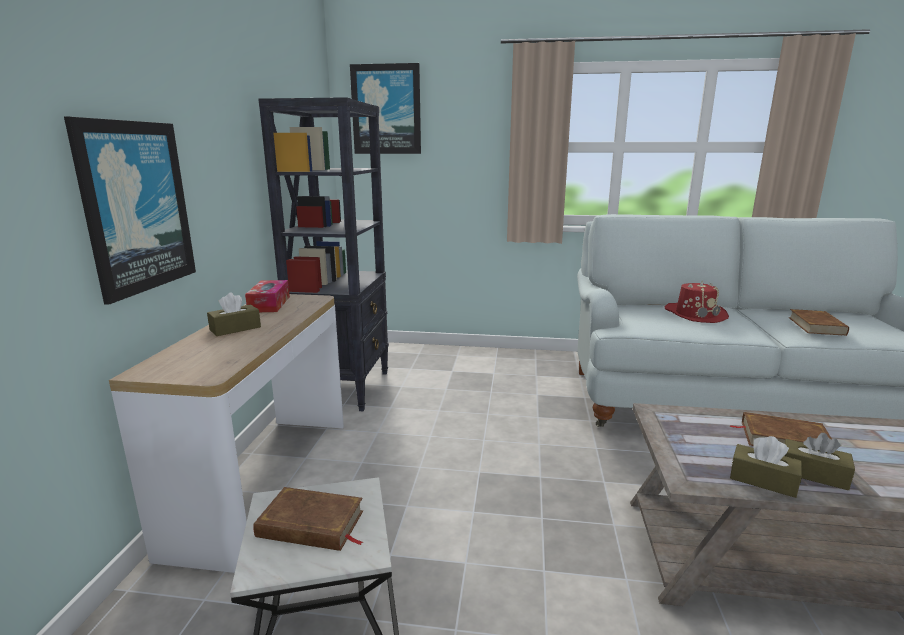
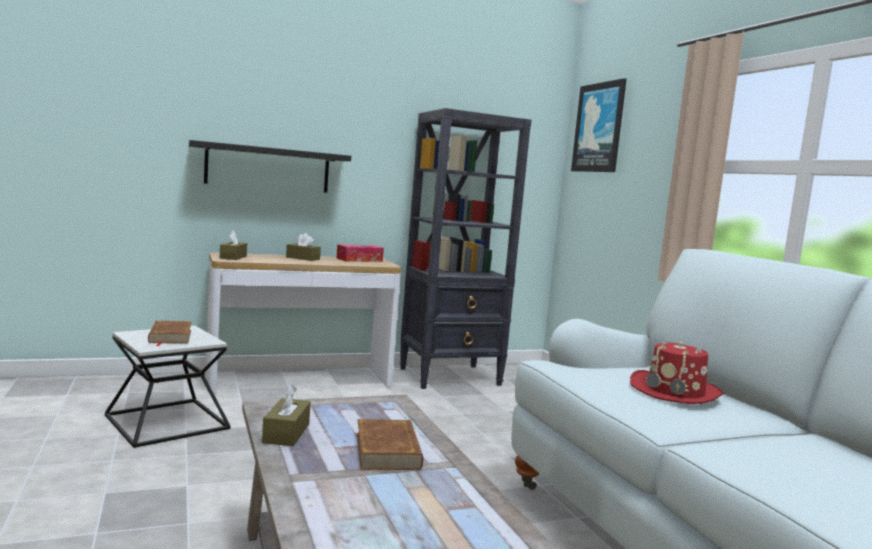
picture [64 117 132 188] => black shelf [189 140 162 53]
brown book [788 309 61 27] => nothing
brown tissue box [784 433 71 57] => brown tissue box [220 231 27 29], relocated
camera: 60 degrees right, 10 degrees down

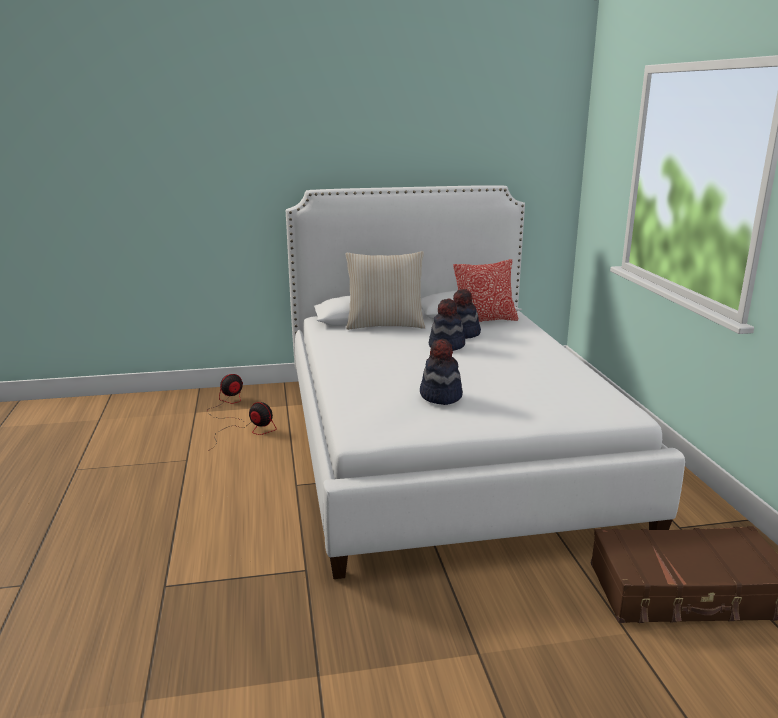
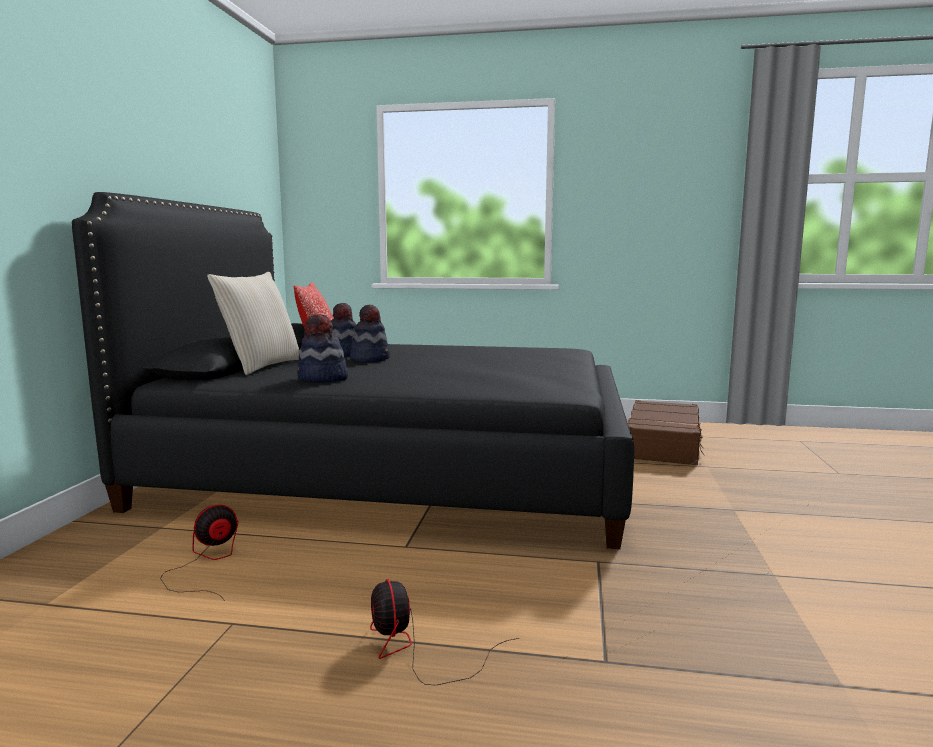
white bed [286 185 399 394] => black bed [72 192 562 357]
hat [420 339 43 66] => hat [297 314 51 68], relocated
fan [207 374 36 47] => fan [370 579 149 107], relocated
camera: 70 degrees left, 10 degrees down

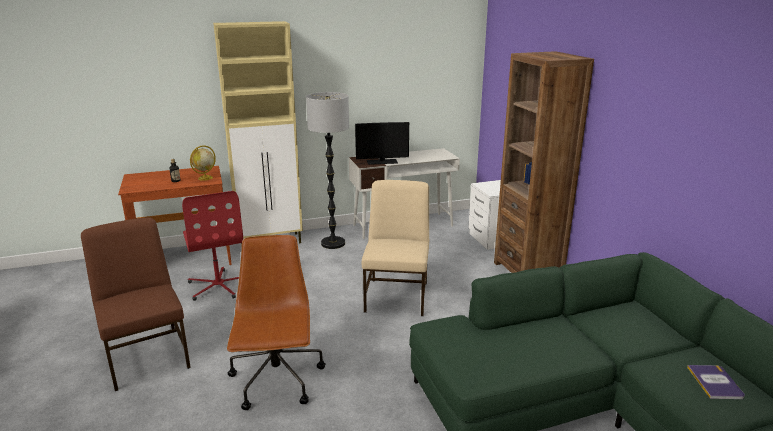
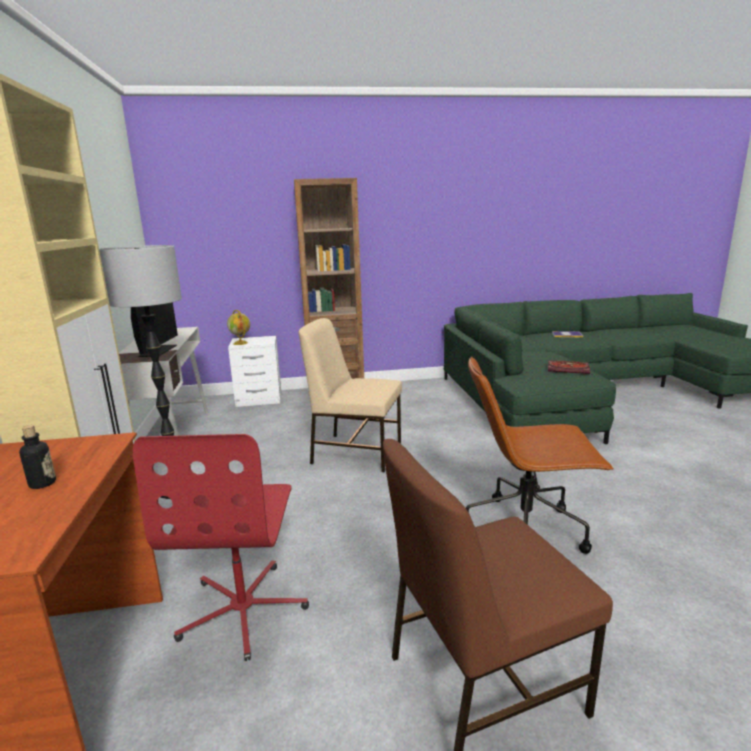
globe [190 145 26 36] => globe [227 310 23 35], relocated
red office chair [182 191 61 110] => red office chair [133 434 176 227], 105 degrees clockwise
nothing => book [548 360 42 14]
camera: 80 degrees left, 5 degrees down

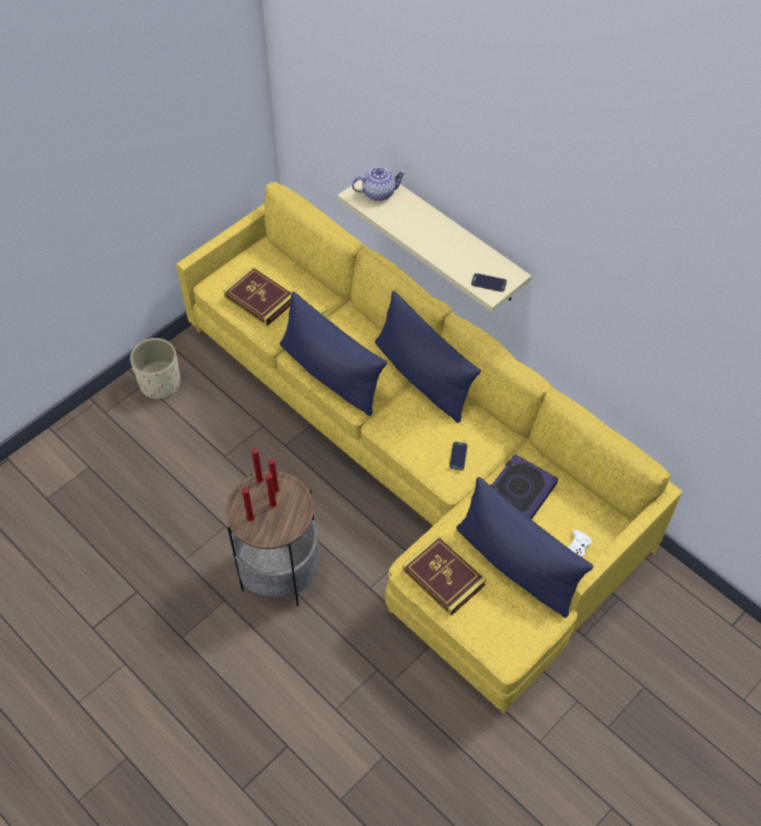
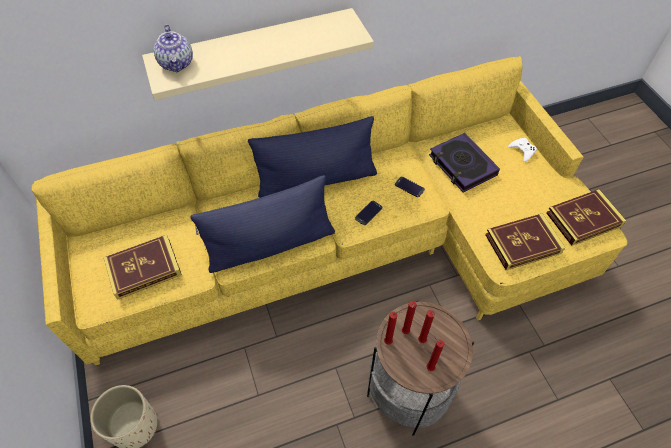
teapot [352 167 54 34] => teapot [154 24 39 48], 150 degrees clockwise
phone [471 273 36 19] => phone [355 201 28 24], relocated
blue pillow [456 477 137 141] => nothing
nothing => book [546 189 80 57]
camera: 65 degrees left, 0 degrees up

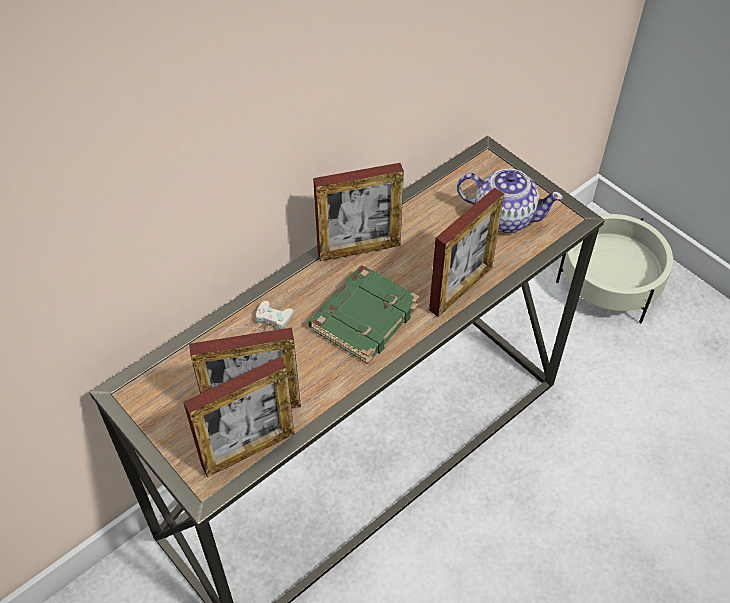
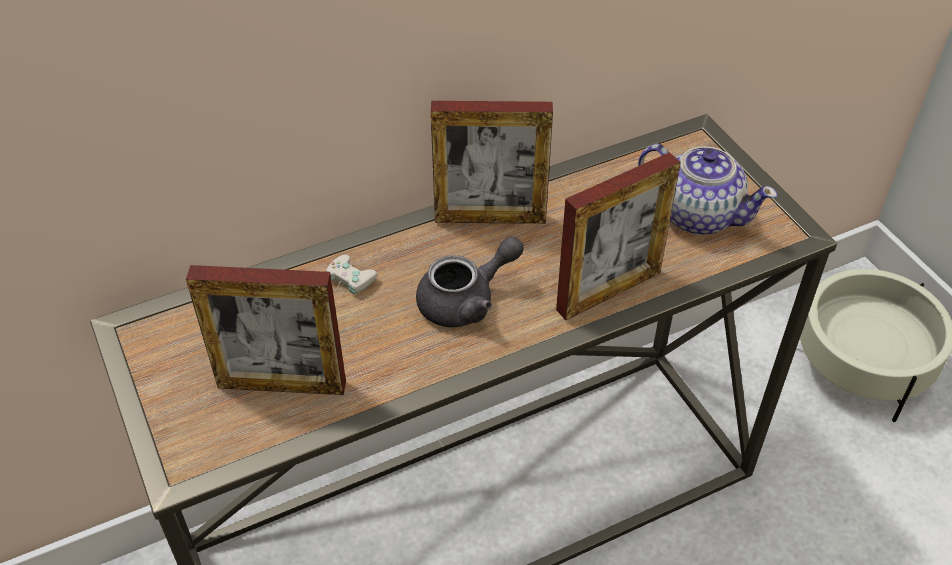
green book [308 266 112 98] => grey teapot [416 236 108 91]
picture frame [183 357 111 120] => nothing
camera: 15 degrees right, 5 degrees down

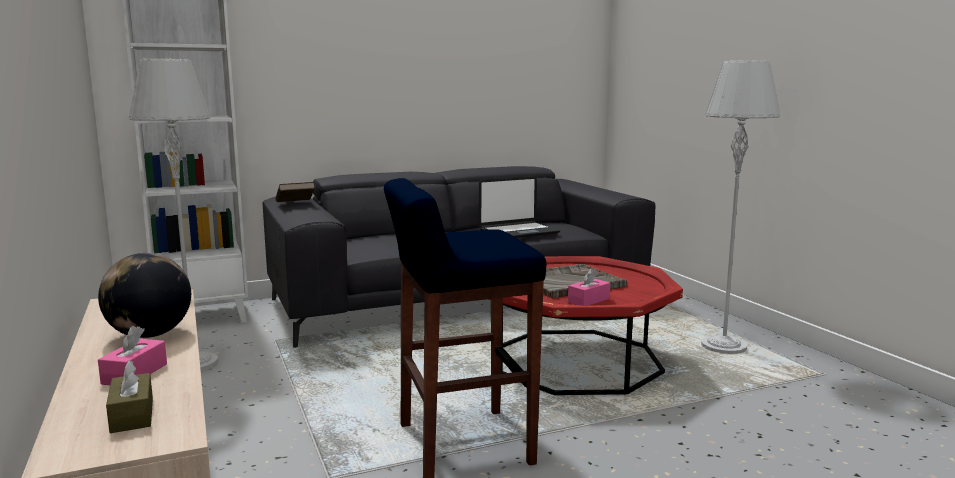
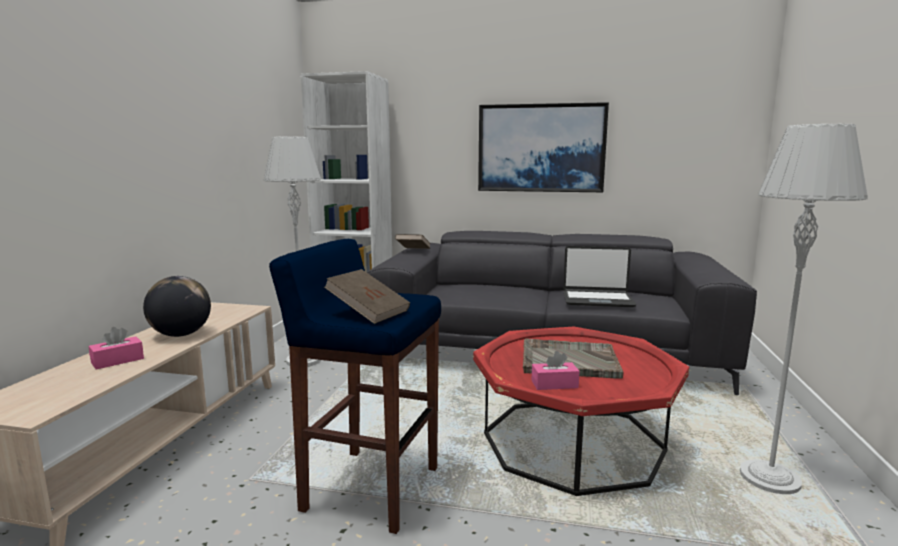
brown tissue box [106 360 47 73] => nothing
nothing => picture [478 102 131 90]
nothing => brown book [324 269 86 55]
camera: 35 degrees right, 0 degrees up

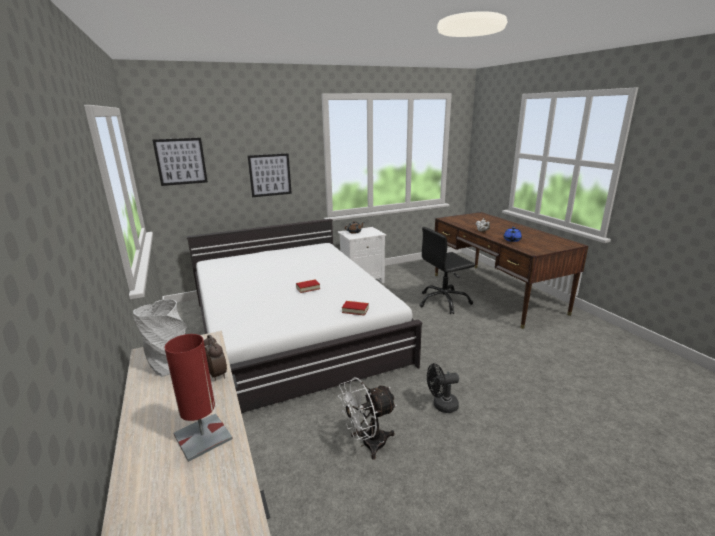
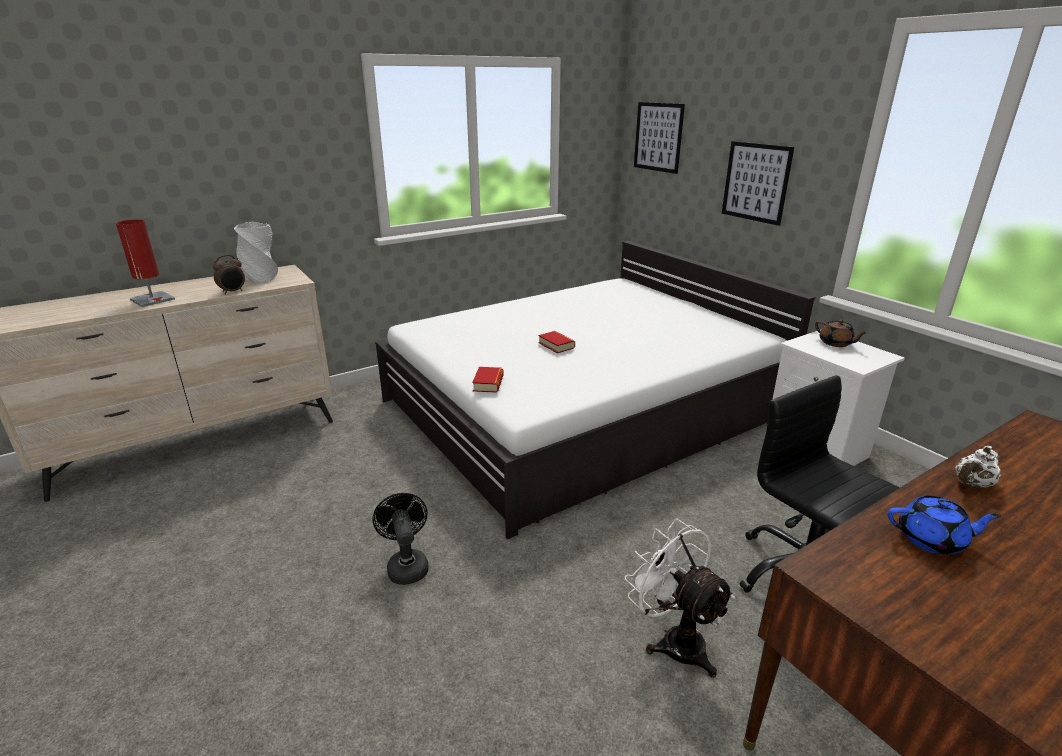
white fan [338 377 59 83] => white fan [625 519 110 159], relocated
camera: 80 degrees right, 5 degrees up

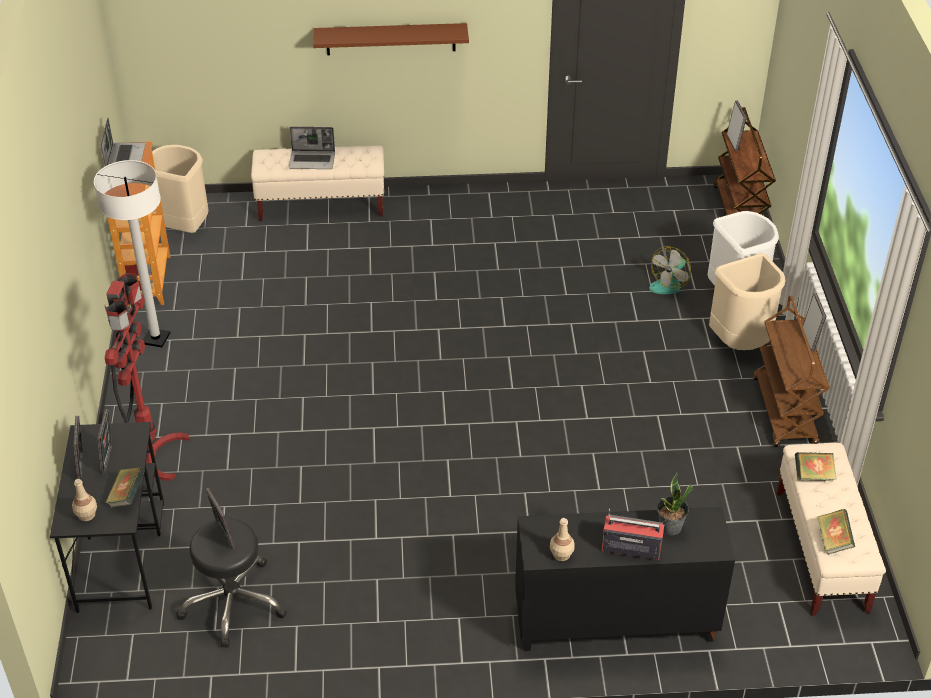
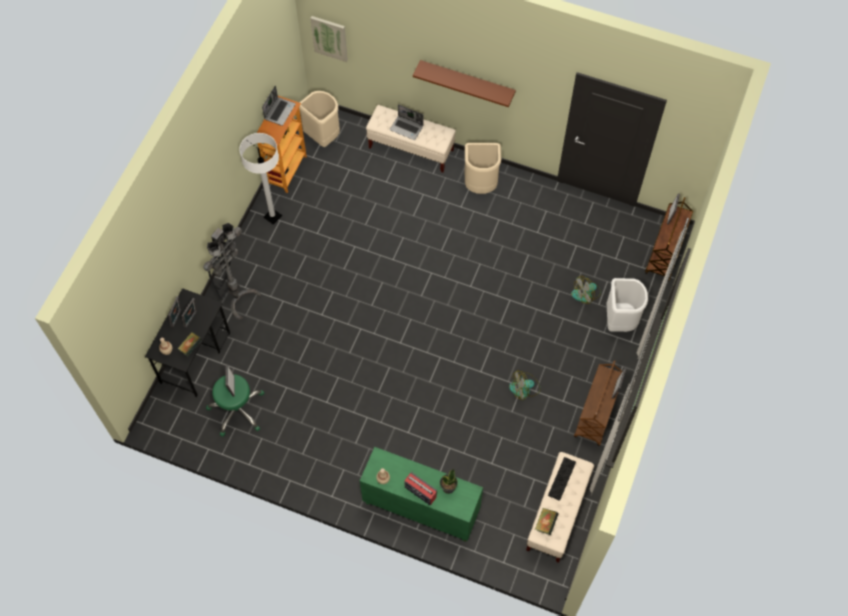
beige trash can [709 253 77 97] => beige trash can [465 143 36 51], relocated
red floor lamp [105 273 85 208] => grey floor lamp [203 223 58 97]
book [795 452 42 29] => keyboard [548 457 28 44]
black cabinet [515 507 220 144] => green cabinet [360 447 123 95]
black stool [176 518 111 130] => green stool [206 374 58 63]
nothing => picture [310 16 38 46]
nothing => fan [509 370 32 30]
camera: 25 degrees right, 20 degrees up

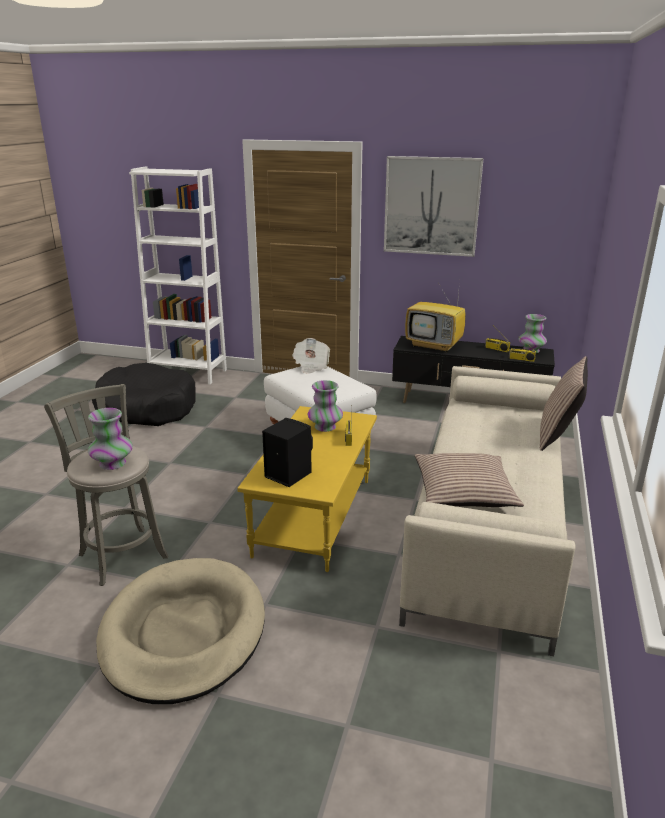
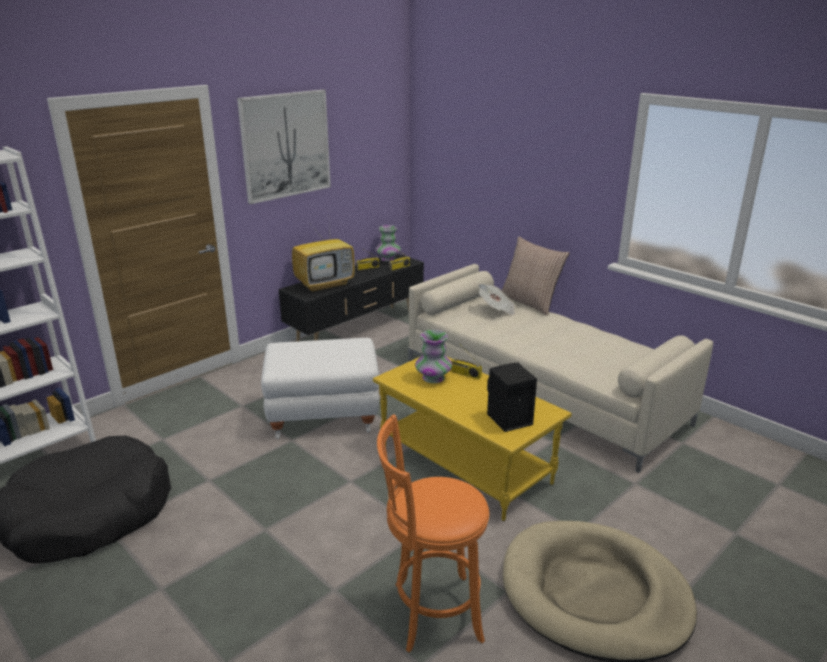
newspaper [292 338 38 36] => newspaper [478 284 37 31], relocated
grey stool [44 384 125 202] => orange stool [377 414 112 239]
vase [88 408 45 62] => nothing
pillow [415 453 109 54] => nothing
camera: 60 degrees left, 0 degrees up

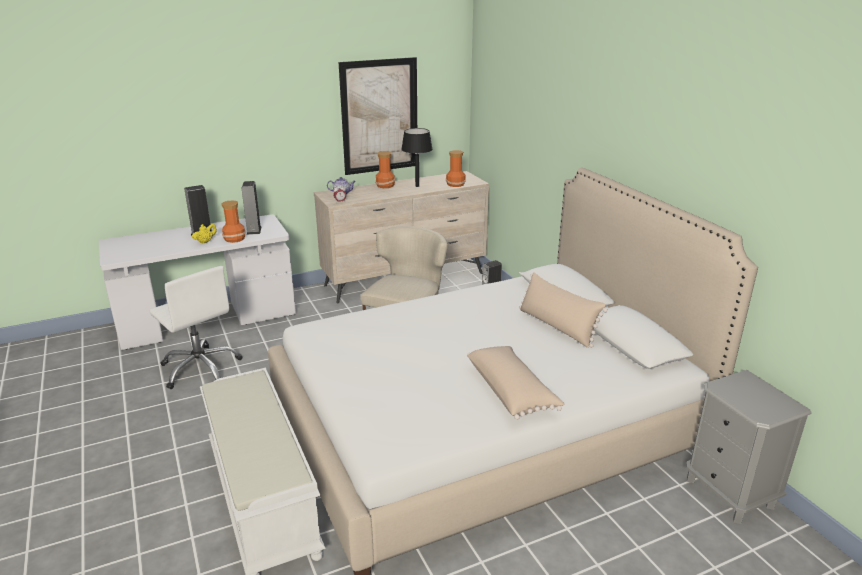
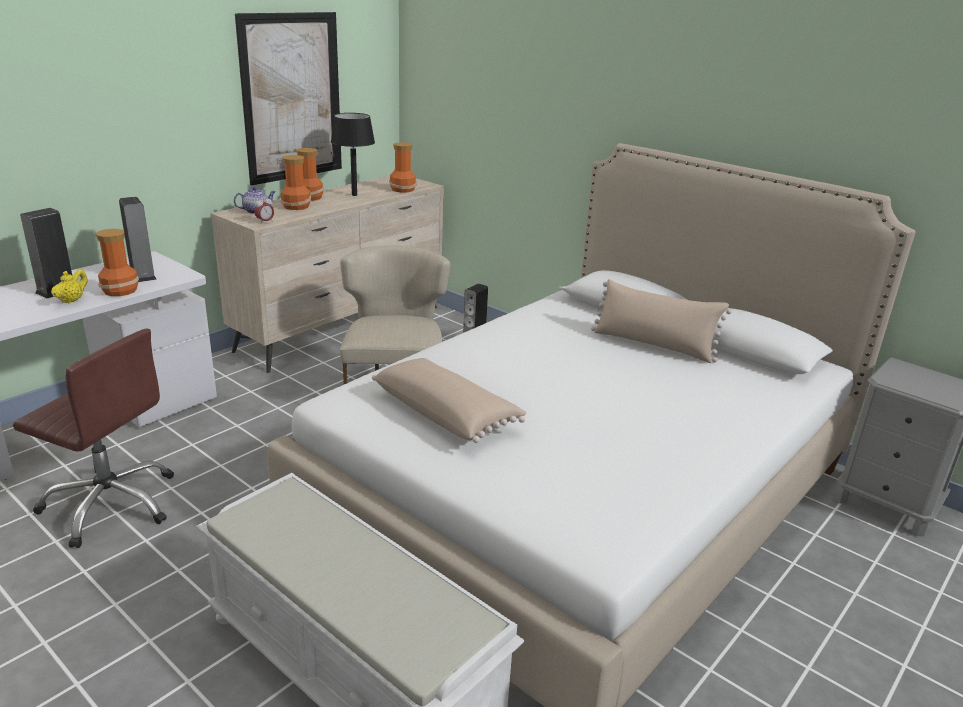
white office chair [149 266 93 123] => brown office chair [13 329 161 219]
beige pillow [467 346 97 74] => beige pillow [372 358 154 85], relocated
nothing => vase [281 155 30 55]
camera: 25 degrees left, 0 degrees up

